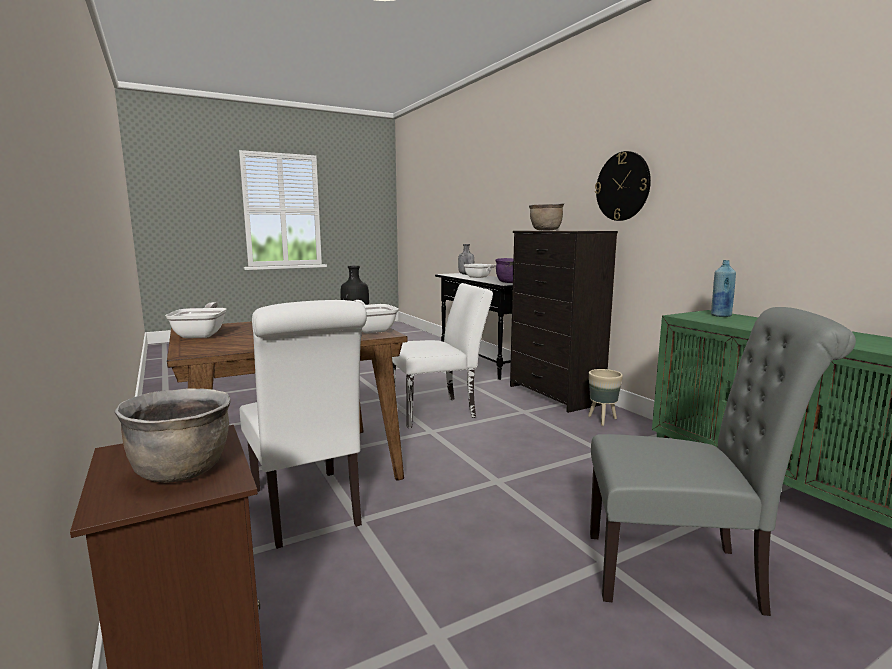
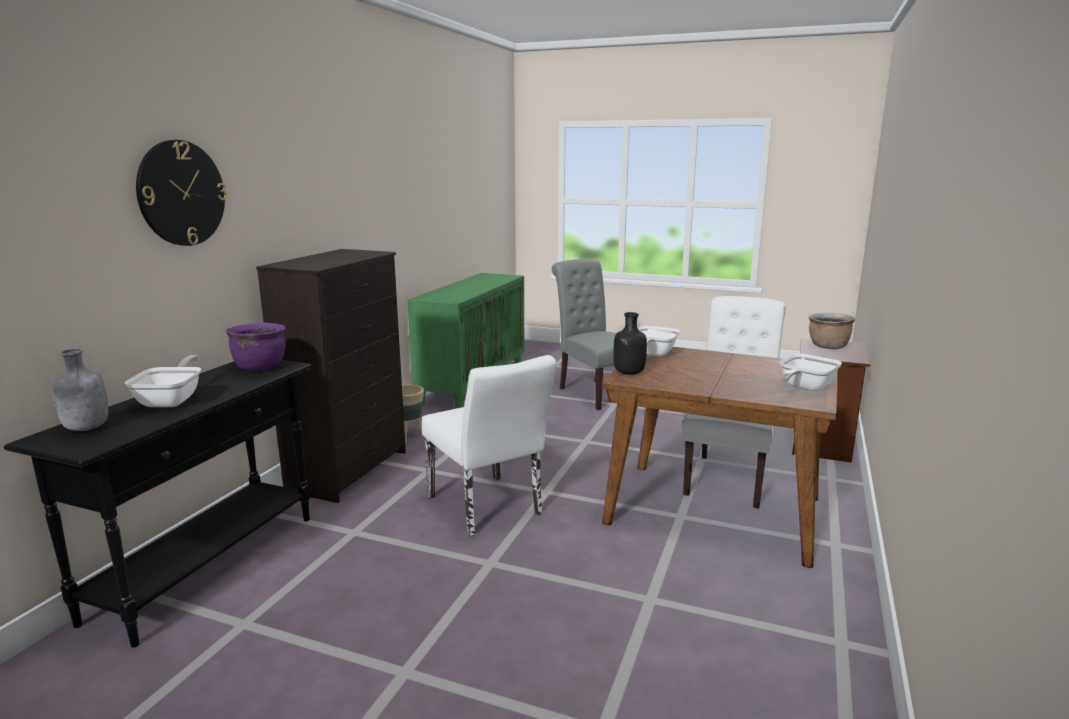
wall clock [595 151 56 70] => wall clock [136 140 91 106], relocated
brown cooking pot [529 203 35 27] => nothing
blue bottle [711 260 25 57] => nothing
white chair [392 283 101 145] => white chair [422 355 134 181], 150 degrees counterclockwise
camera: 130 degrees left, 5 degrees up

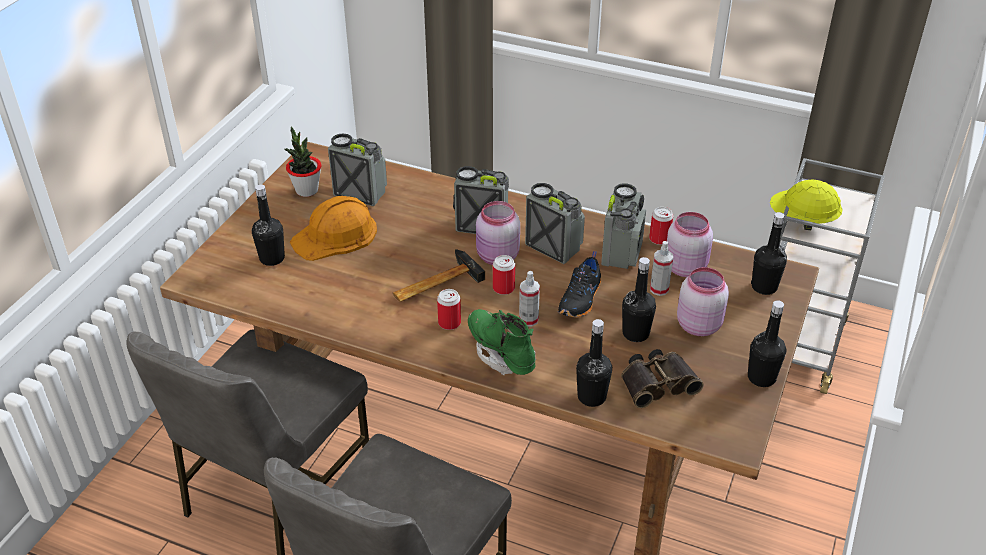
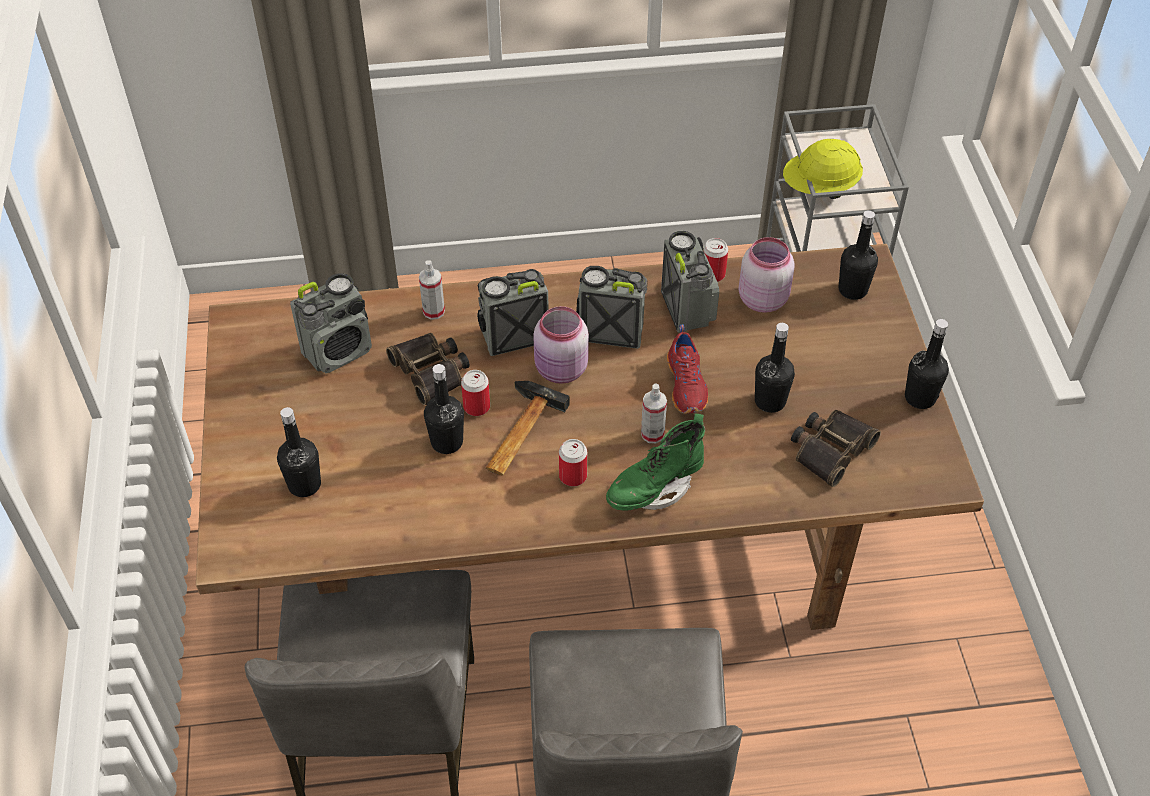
potted plant [285 126 37 71] => nothing
radio [328 133 59 73] => radio [290 273 82 100], 150 degrees clockwise
orange hard hat [290 196 87 65] => nothing
spray bottle [650 241 23 55] => spray bottle [419 260 26 60], relocated
black shoe [558 251 43 67] => red shoe [667 324 41 89]
can [493 255 22 40] => can [461 370 29 46], relocated
pink jar [677 267 52 69] => nothing
green boot [468 309 68 66] => green boot [606 413 99 97], 60 degrees counterclockwise
black bottle [576 319 36 88] => black bottle [424 364 40 90], relocated
nothing => binoculars [386 333 84 72]
camera: 30 degrees left, 10 degrees up

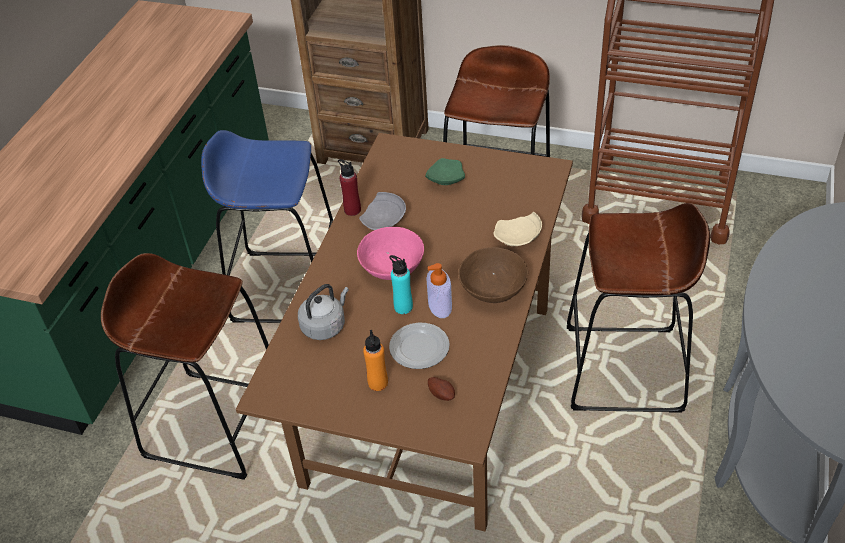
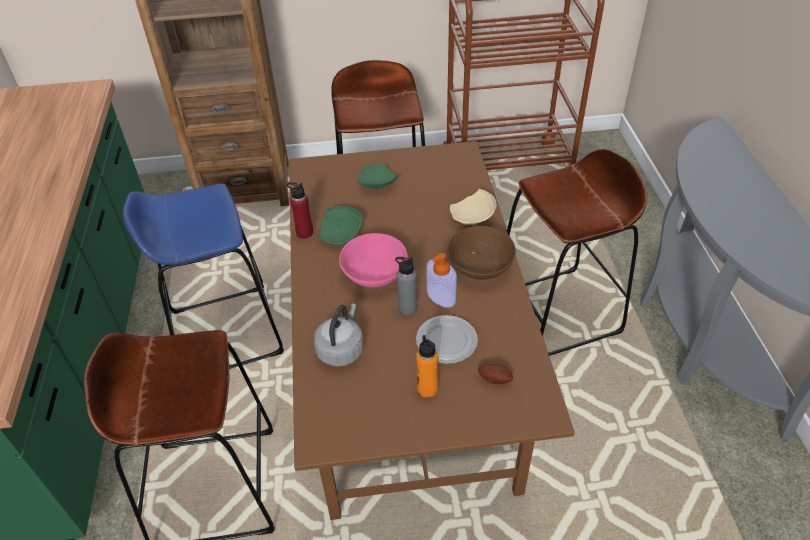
grey plate [359 192 47 38] => green plate [318 206 44 39]
turquoise bottle [389 255 24 59] => grey bottle [395 257 22 58]
camera: 25 degrees left, 0 degrees up

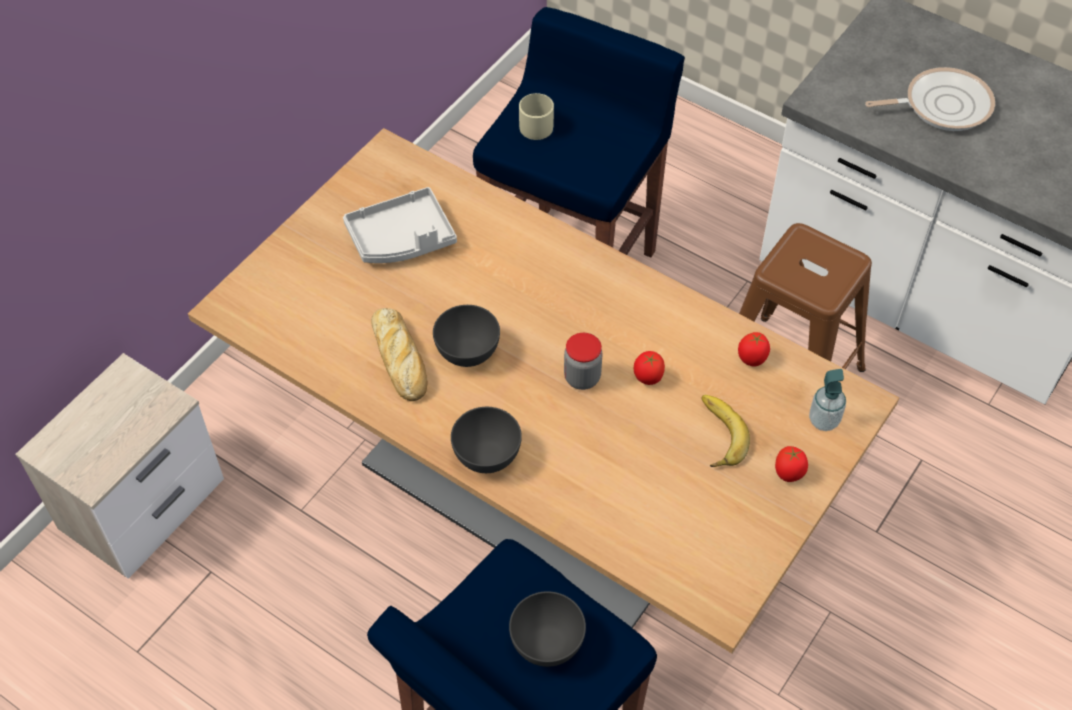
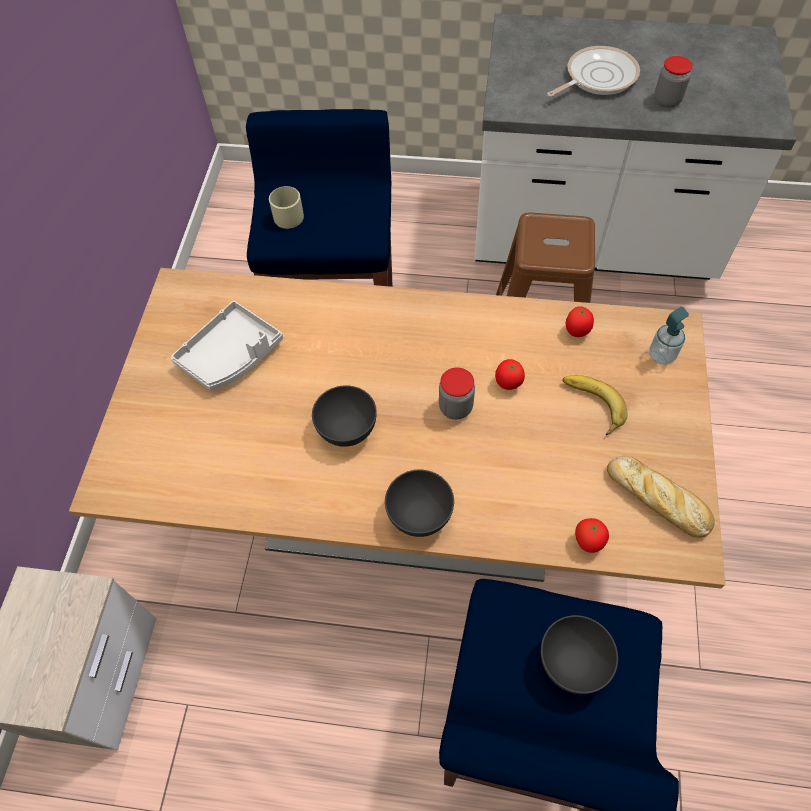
bread [371 308 56 93] => bread [607 456 108 82], relocated
tomato [775 446 33 36] => tomato [575 518 34 35], relocated
nothing => jar [654 56 39 51]
camera: 25 degrees left, 5 degrees up

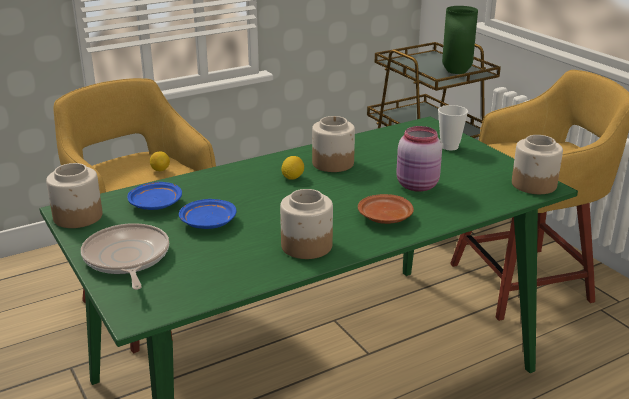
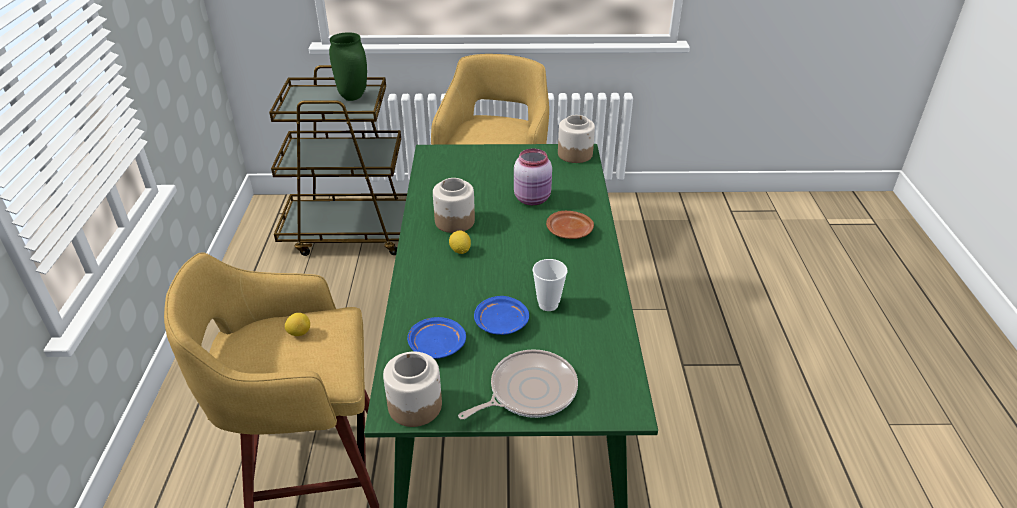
cup [438 105 30 45] => cup [533 259 34 52], relocated
jar [280 189 53 70] => nothing
frying pan [81 223 88 67] => frying pan [458 349 120 71], 135 degrees clockwise
camera: 60 degrees left, 10 degrees up

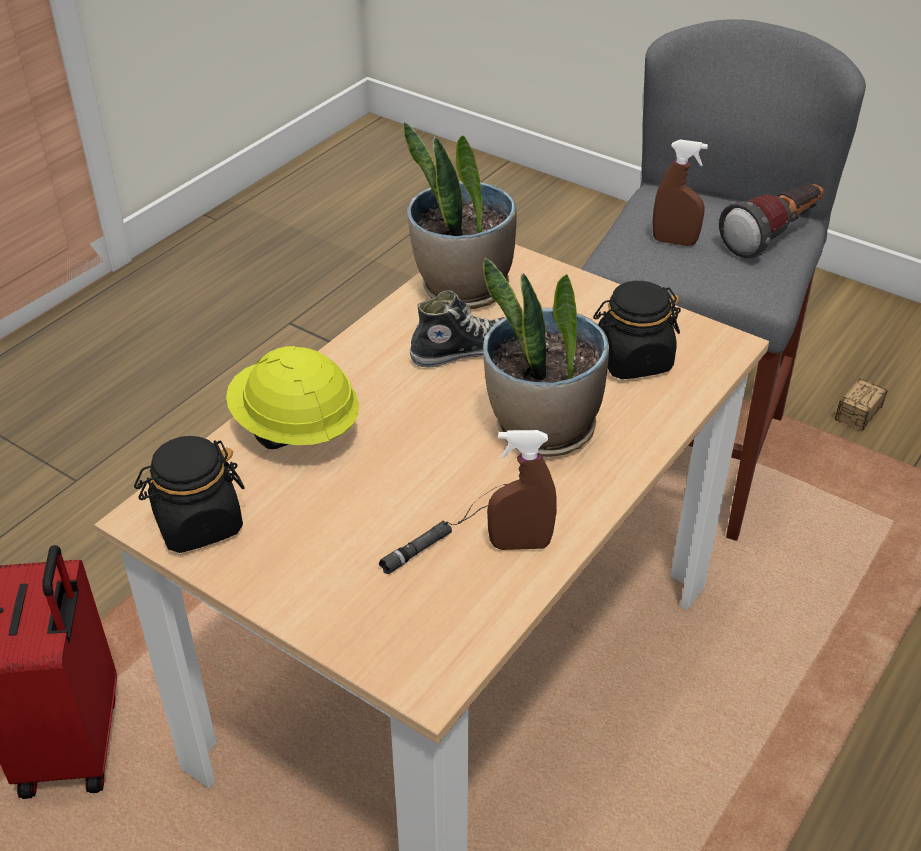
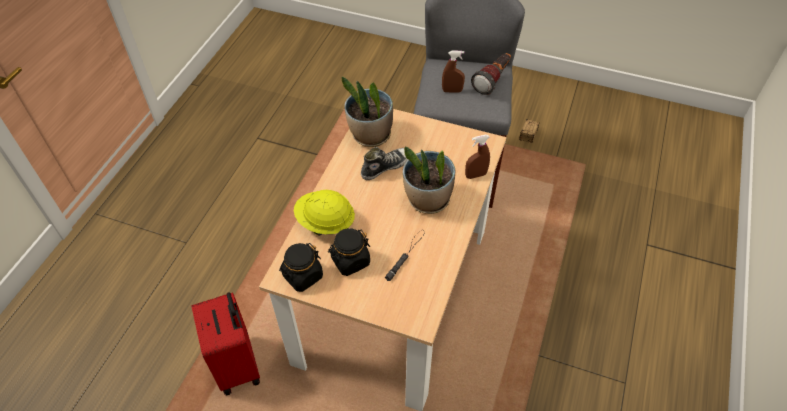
black jar [593 281 88 98] => black jar [328 228 42 48], relocated
brown spray bottle [487 430 70 120] => brown spray bottle [465 135 25 44], relocated
camera: 15 degrees left, 10 degrees up

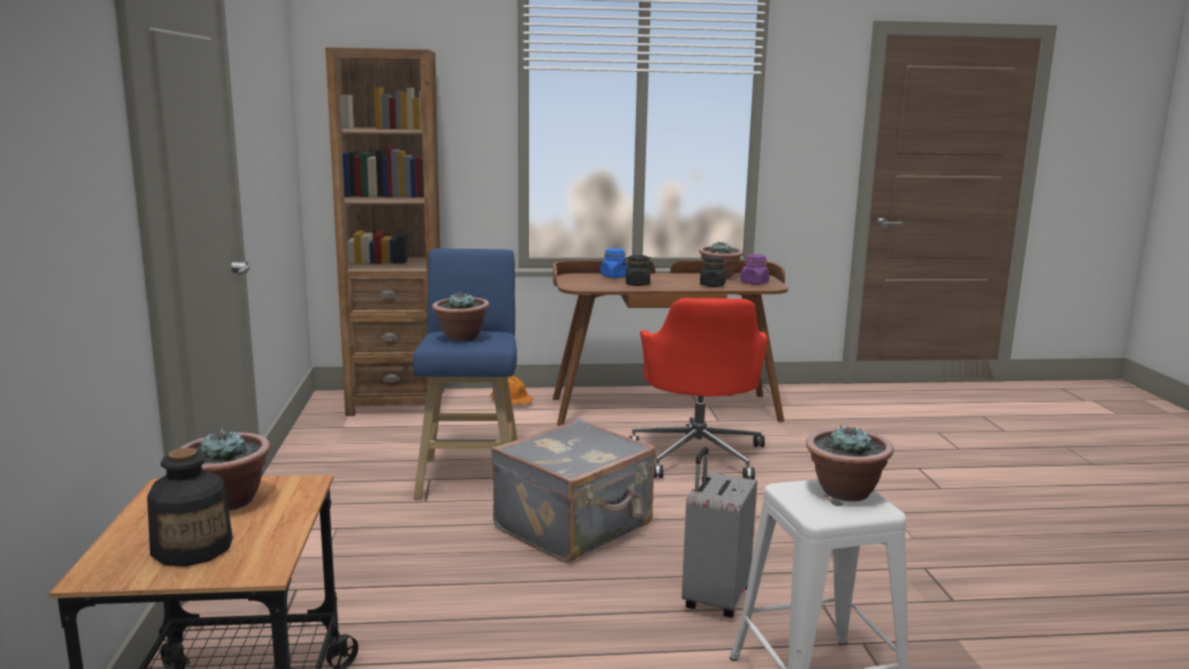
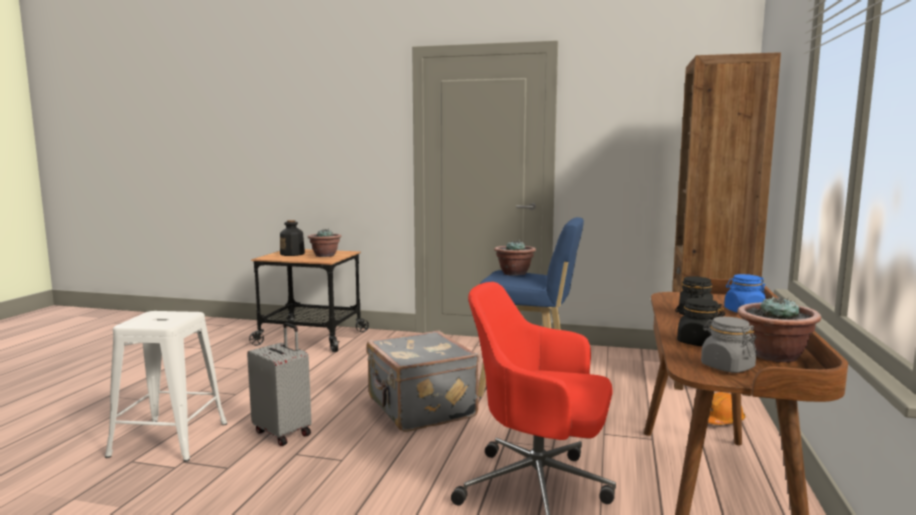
purple jar [740 254 30 31] => grey jar [701 317 56 56]
potted plant [806 424 88 77] => nothing
camera: 110 degrees right, 5 degrees down

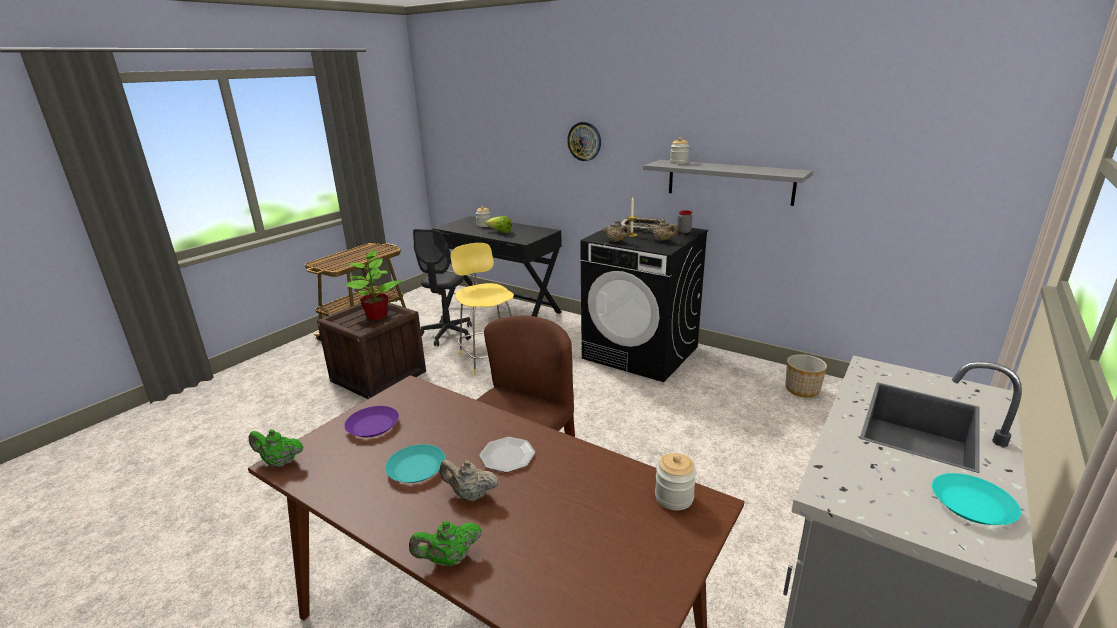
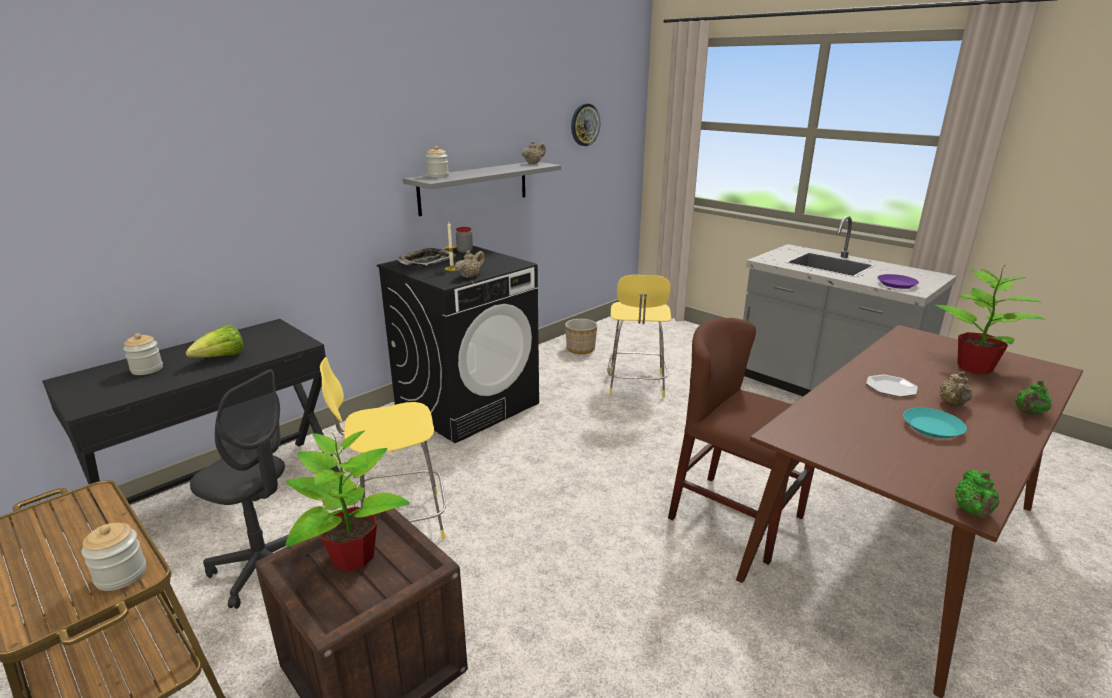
wall clock [567 122 34 39] => wall clock [571 104 29 42], relocated
beige teapot [649 220 29 21] => beige teapot [522 141 24 23], relocated
purple plate [344 406 55 31] => purple plate [877 274 42 15], relocated
jar [655 453 41 57] => jar [82 523 64 68], relocated
turquoise plate [932 473 89 52] => nothing
green teapot [409 521 73 45] => green teapot [1015 380 37 35], 60 degrees clockwise
nothing => potted plant [935 264 110 111]
nothing => yellow stool [607 275 64 122]
camera: 80 degrees left, 0 degrees up

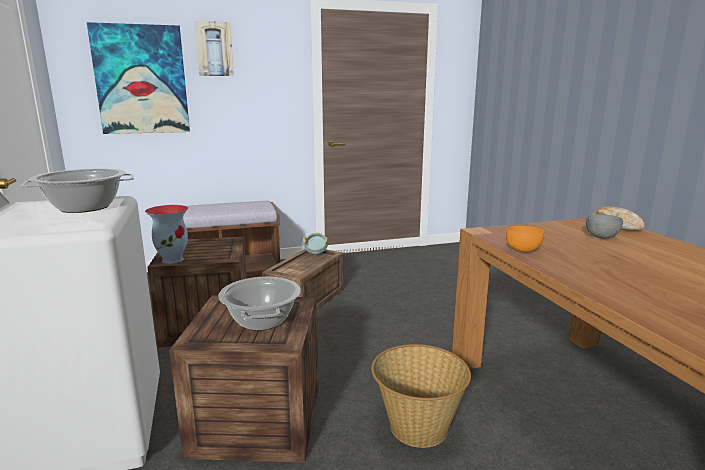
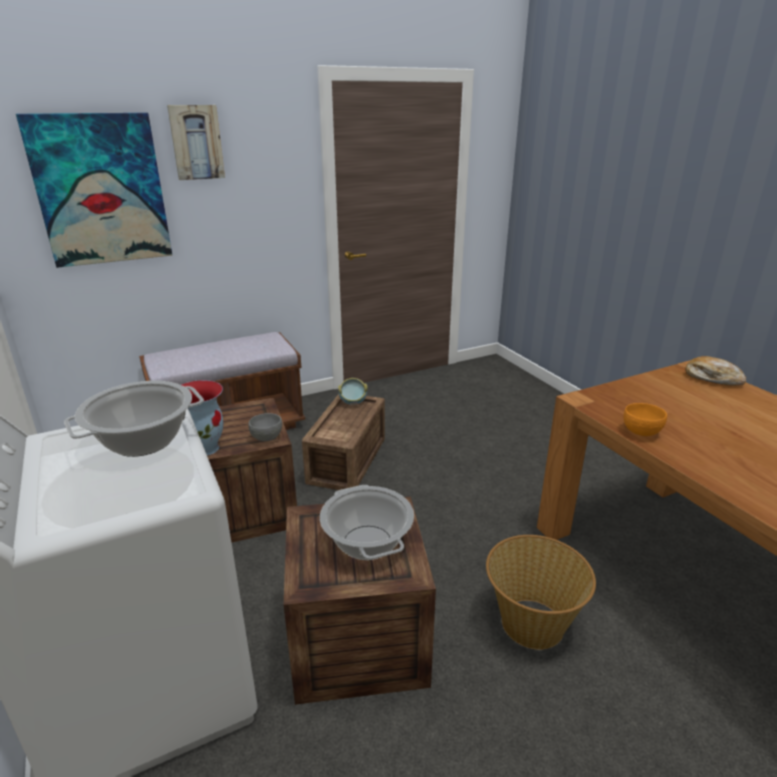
grey bowl [586 214 37 25] => grey bowl [248 413 34 28], relocated
camera: 10 degrees left, 10 degrees up

